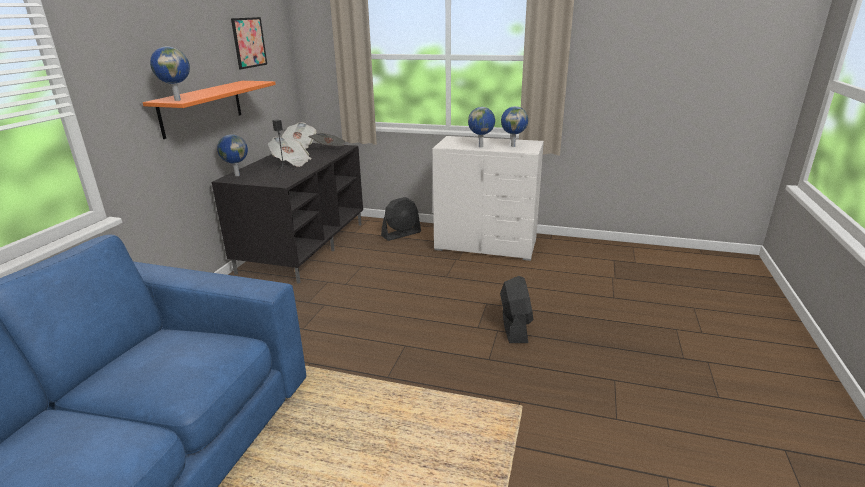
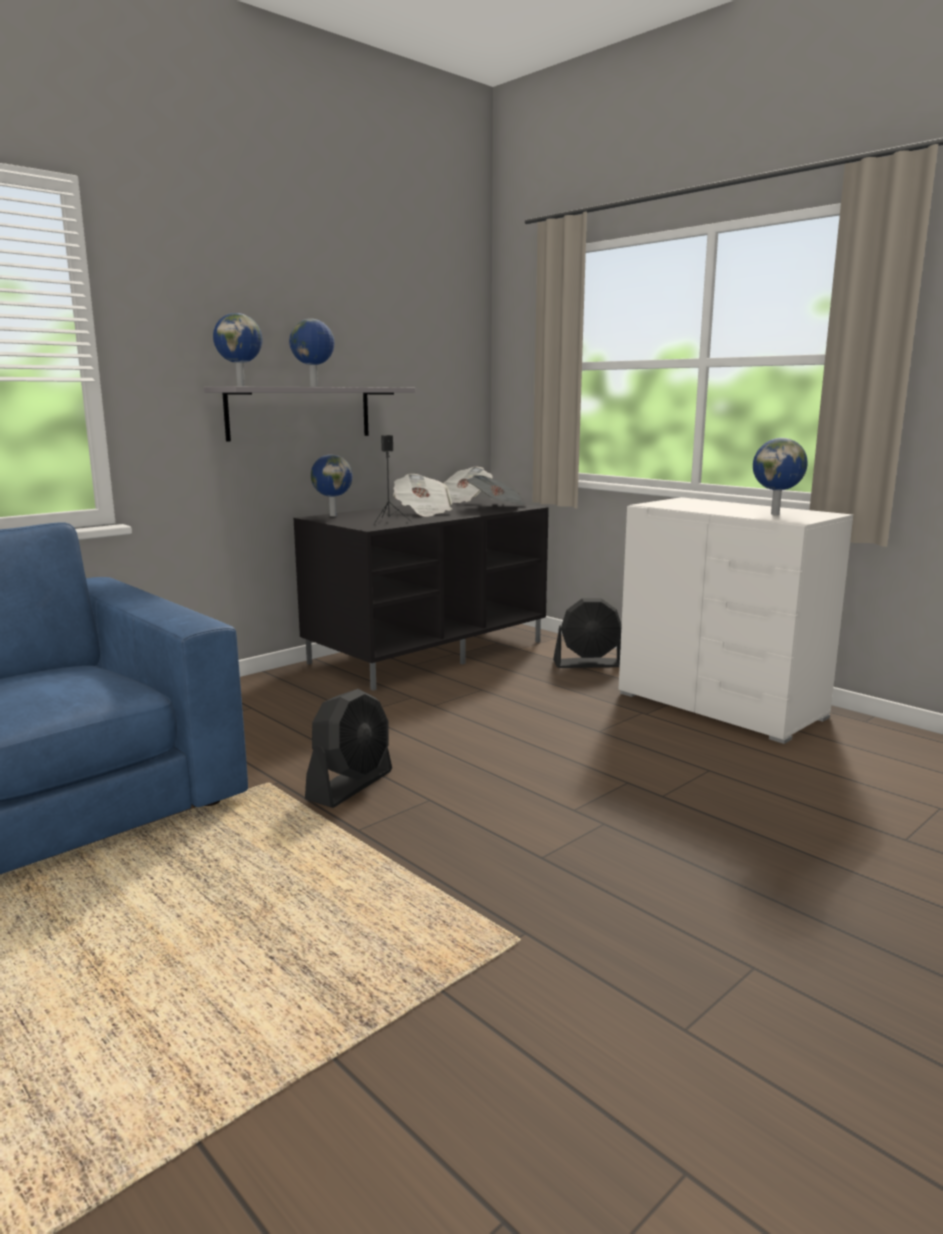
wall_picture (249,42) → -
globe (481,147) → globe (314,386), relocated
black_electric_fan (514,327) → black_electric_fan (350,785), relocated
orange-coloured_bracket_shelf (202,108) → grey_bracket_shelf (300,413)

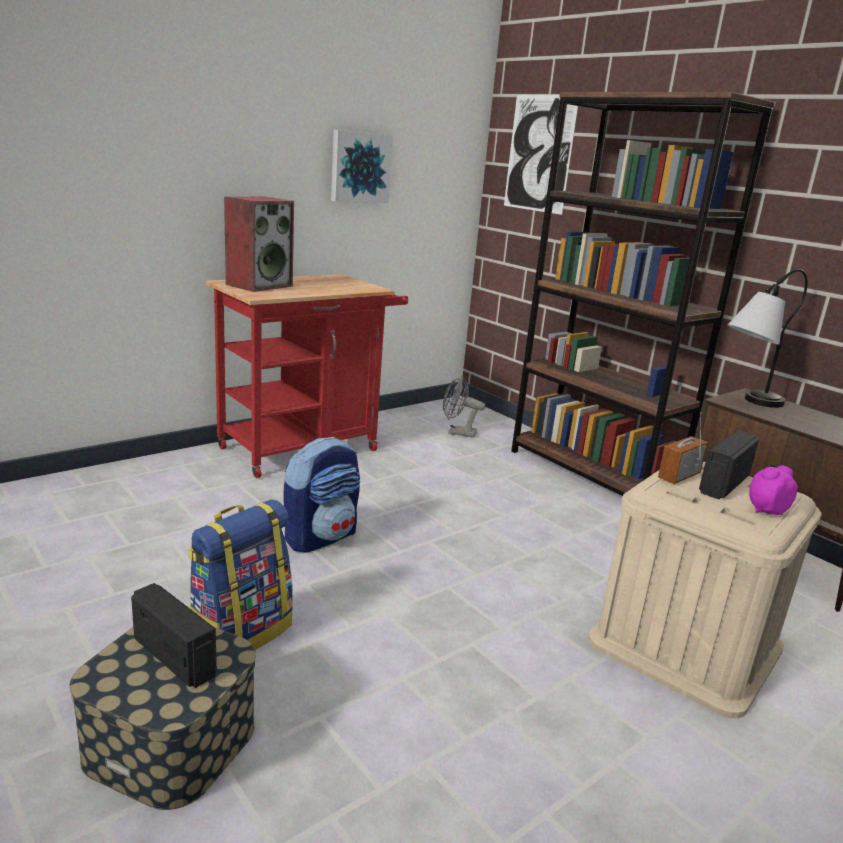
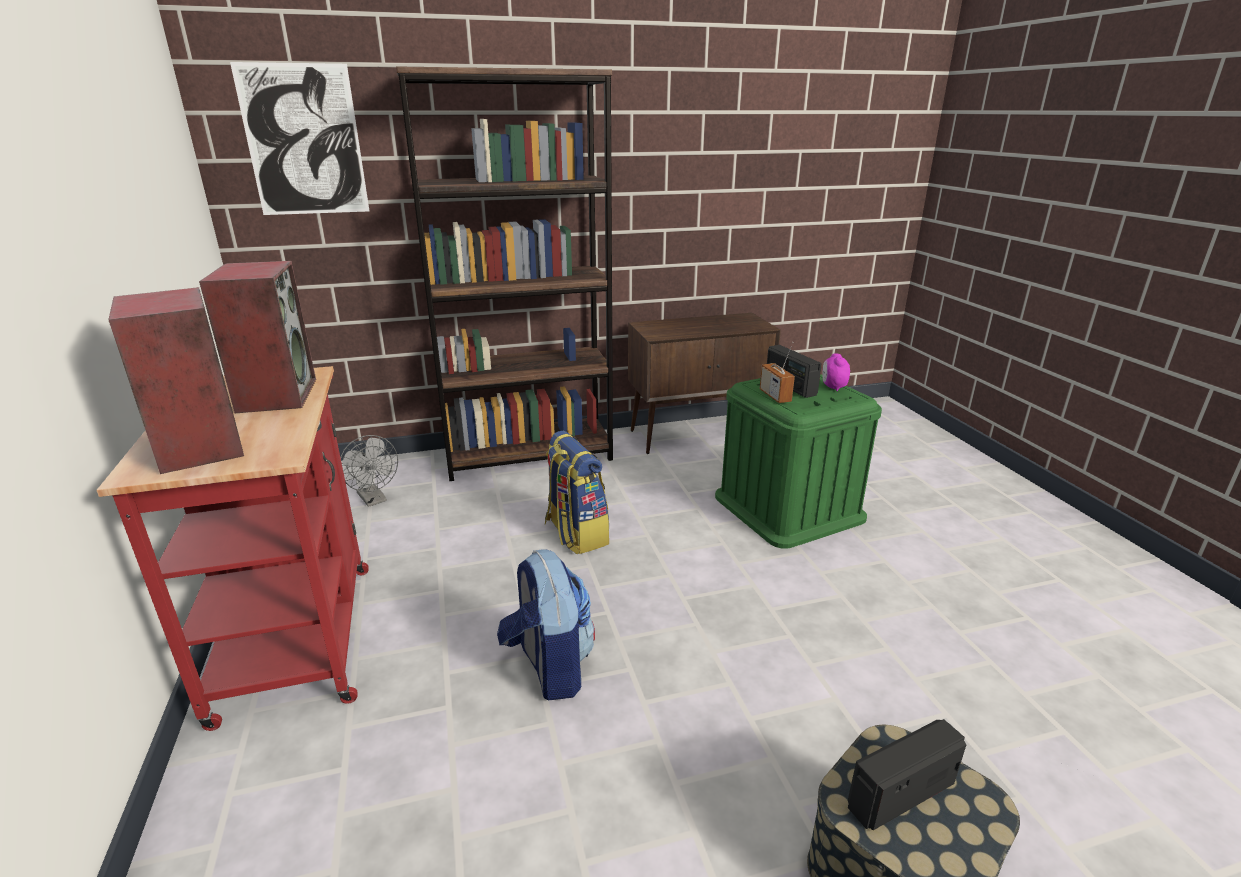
wall_picture (360,167) → -
tabletop_lamp (746,403) → -
- → speaker (276,395)
backpack (241,633) → backpack (575,534), relocated
beige-coloured_storage_bin (685,644) → green-coloured_storage_bin (788,507)
grey_electric_fan (457,432) → grey_electric_fan (374,500), 75 degrees counterclockwise

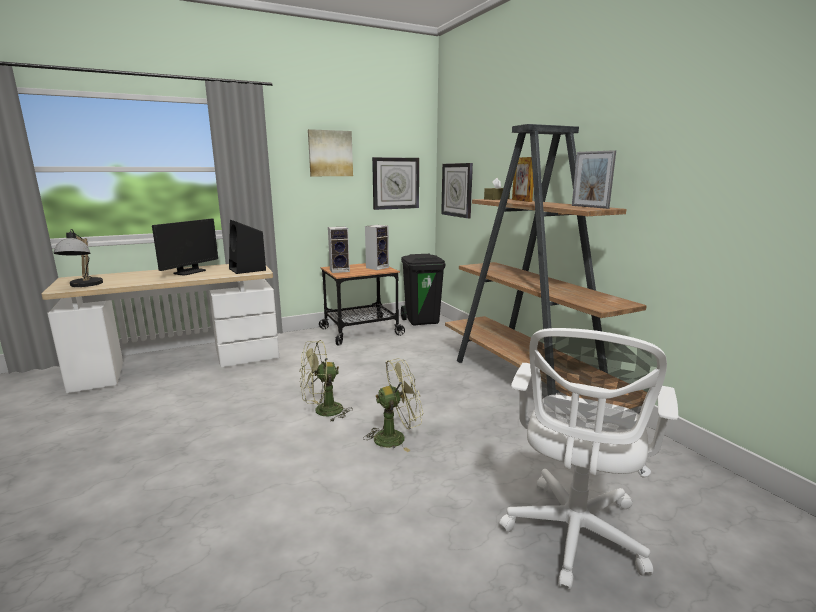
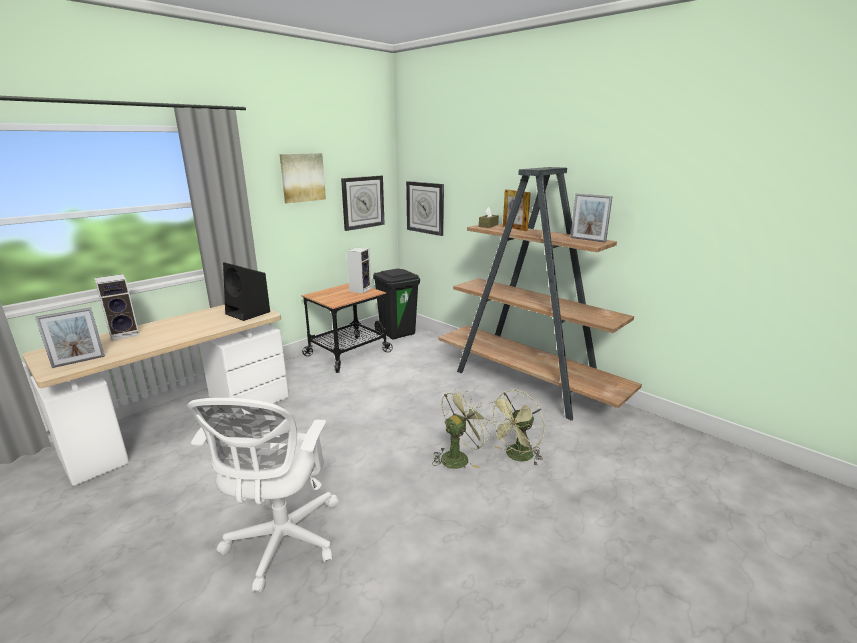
computer_display (189,272) → -
green-coloured_electric_fan (322,412) → green-coloured_electric_fan (516,457), relocated
speaker (340,270) → speaker (125,334), relocated
white_computer_chair (573,536) → white_computer_chair (281,543), relocated
tabletop_lamp (84,285) → picture_frame (79,361)

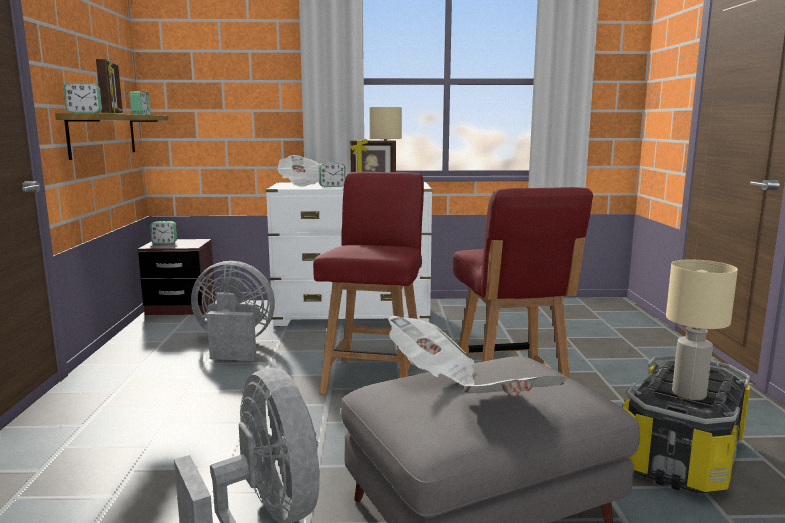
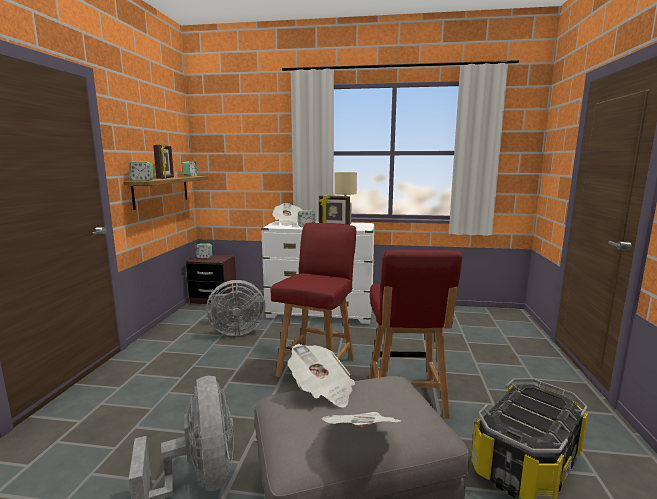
beige-coloured_tabletop_lamp (689,394) → -
grey_electric_fan (234,346) → grey_electric_fan (235,331), 150 degrees clockwise

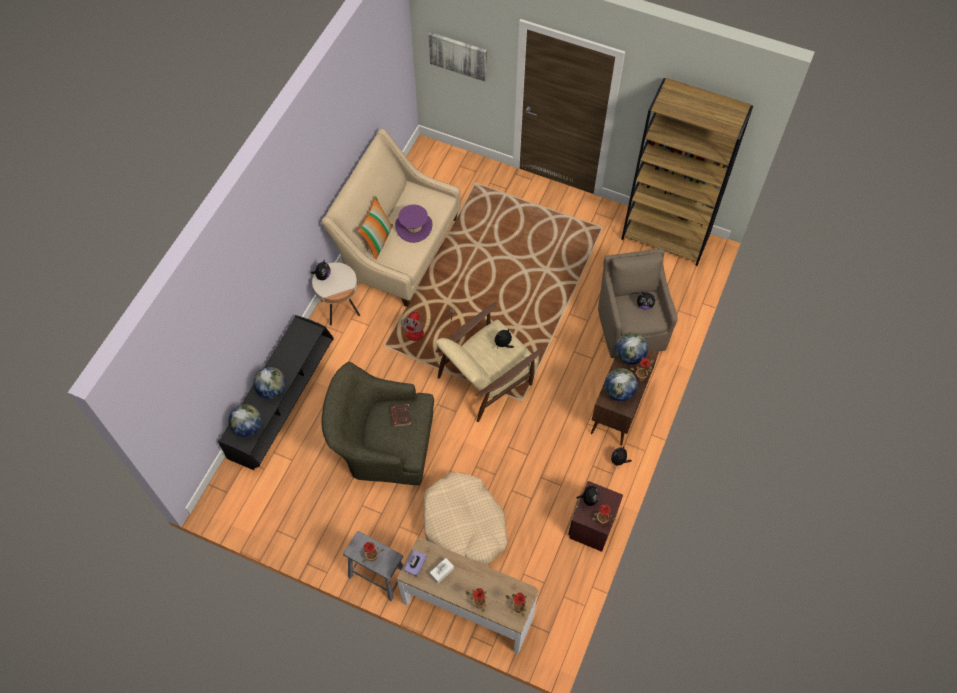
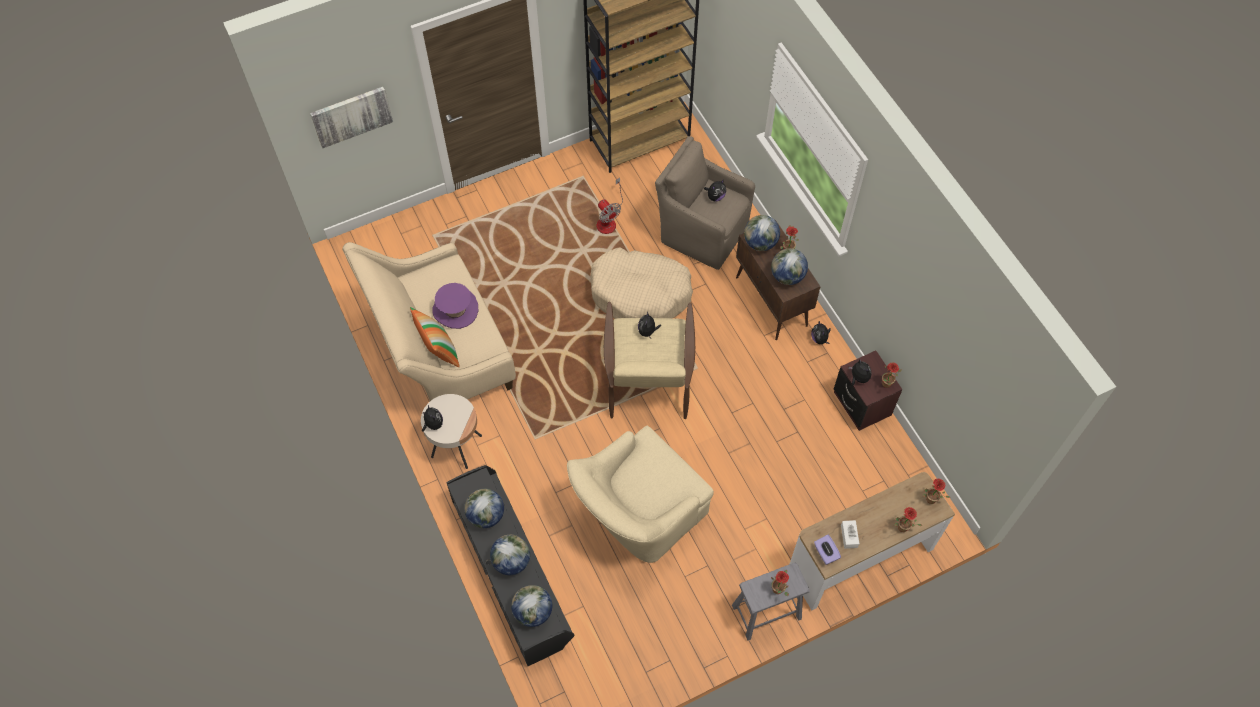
brown-coloured_volume (400,416) → -
- → globe (486,516)
electric_fan (421,331) → electric_fan (608,220), relocated
beige-coloured_pet_bed (464,525) → beige-coloured_pet_bed (640,293), relocated
green-coloured_armchair (383,444) → beige-coloured_armchair (637,513)

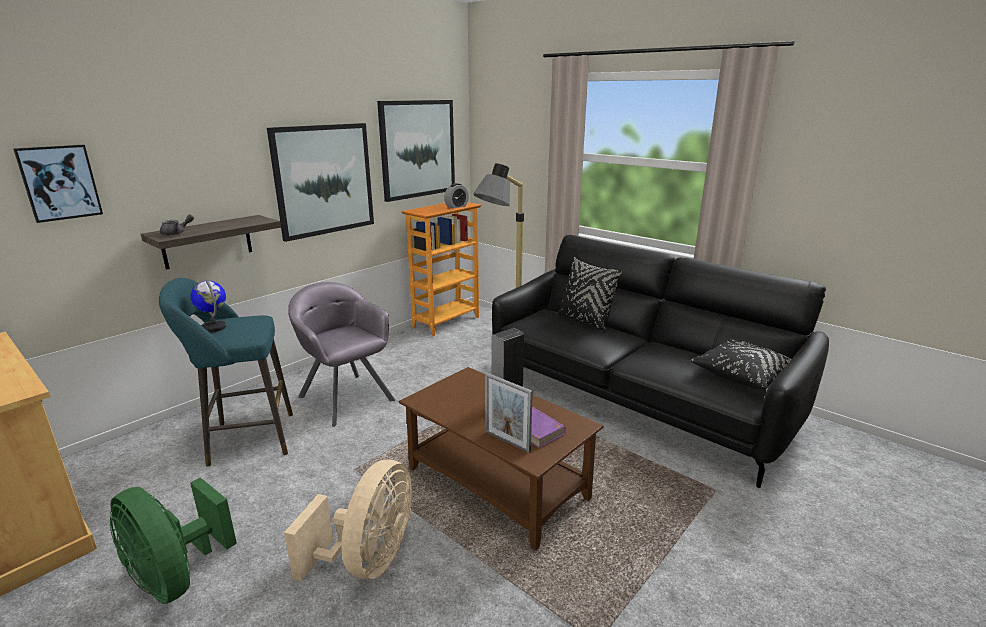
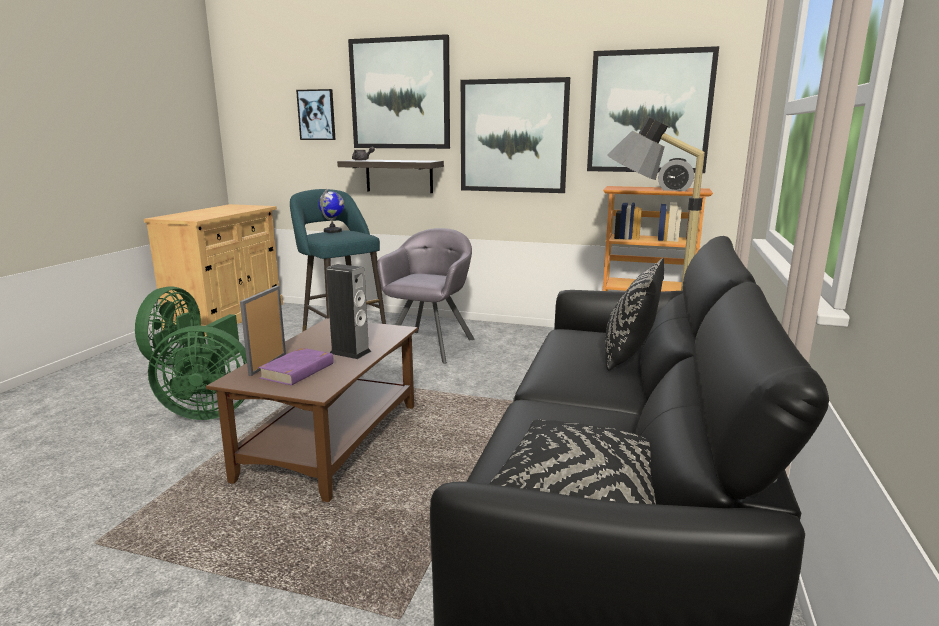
- → wall_picture (400,94)
beige-coloured_electric_fan (368,560) → green-coloured_electric_fan (207,412)

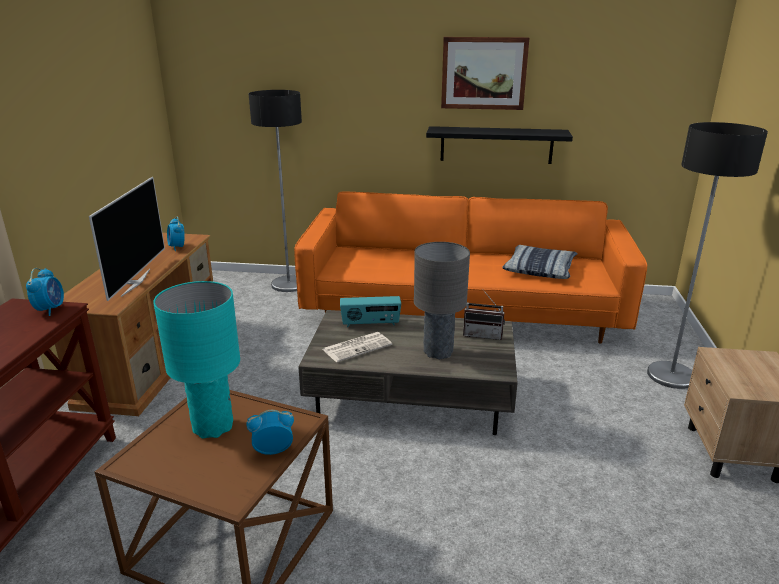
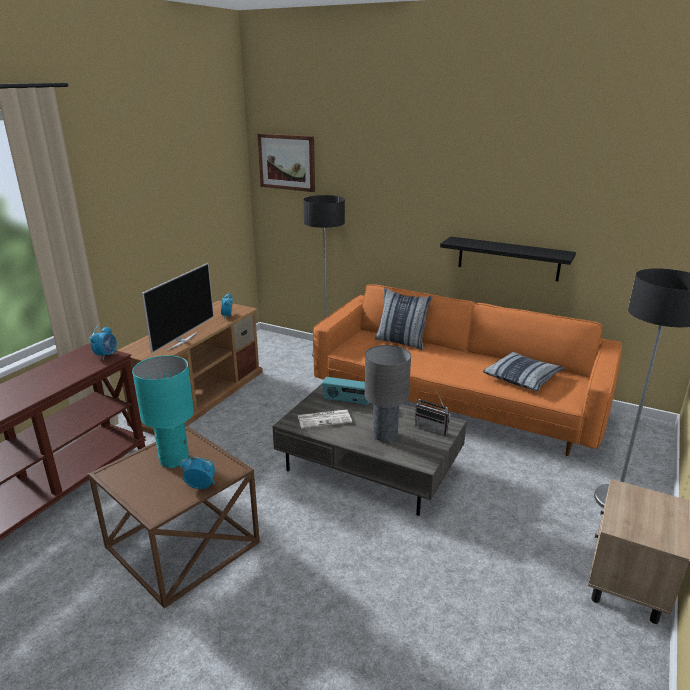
- → pillow (401,341)
wall_picture (483,73) → wall_picture (287,162), relocated

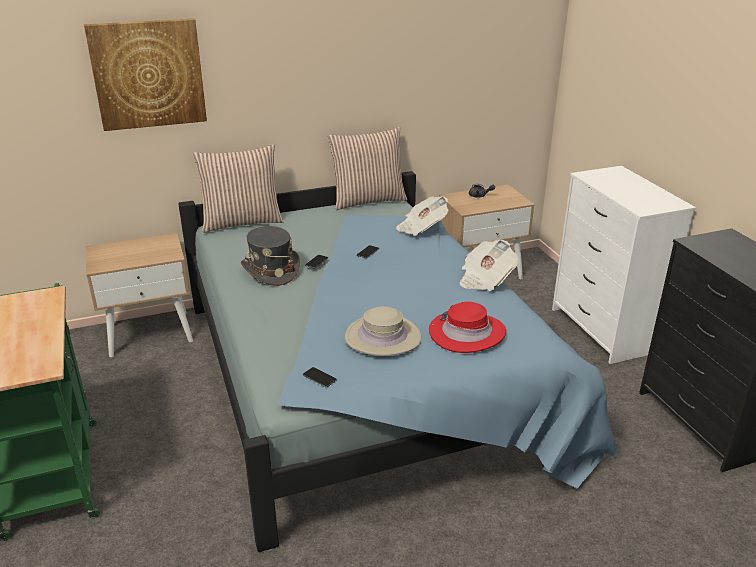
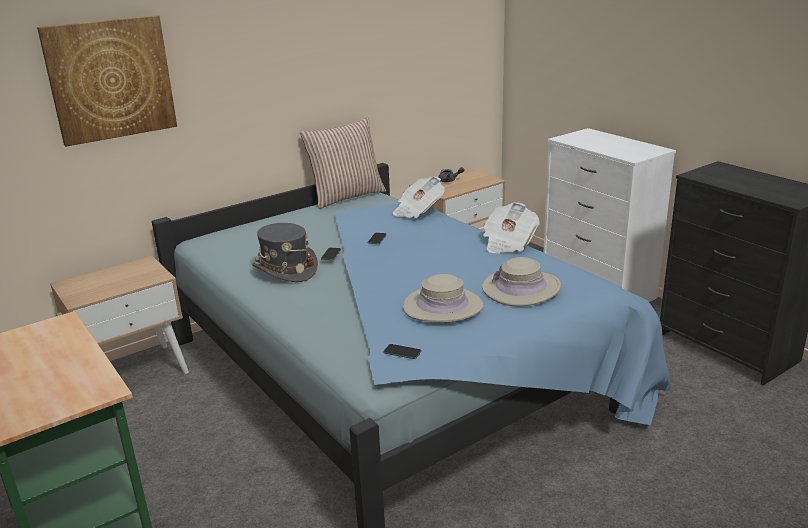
pillow (242,222) → -
reddish_wearable_hat (467,332) → beige-coloured_wearable_hat (521,289)

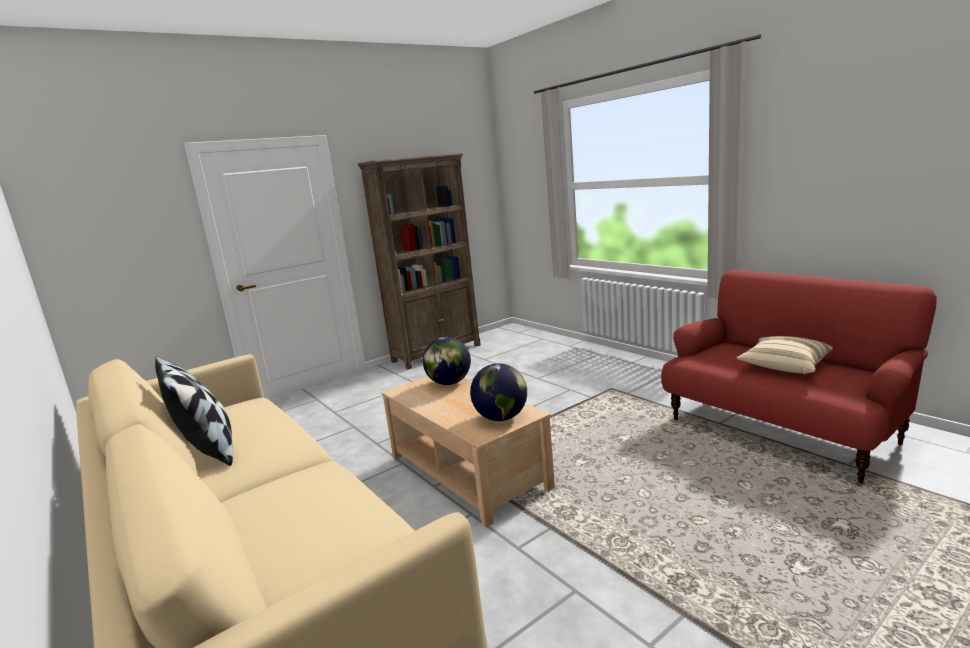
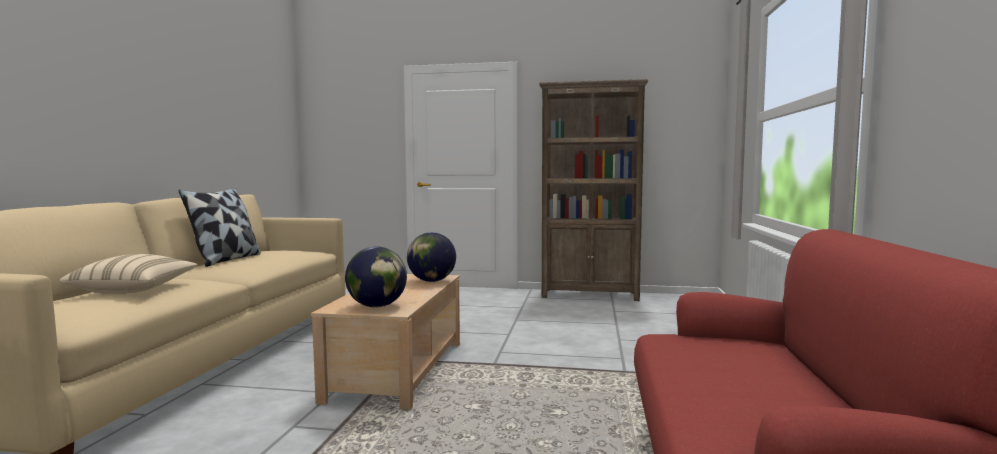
beige-coloured_pillow (784,367) → beige-coloured_pillow (135,289), relocated

